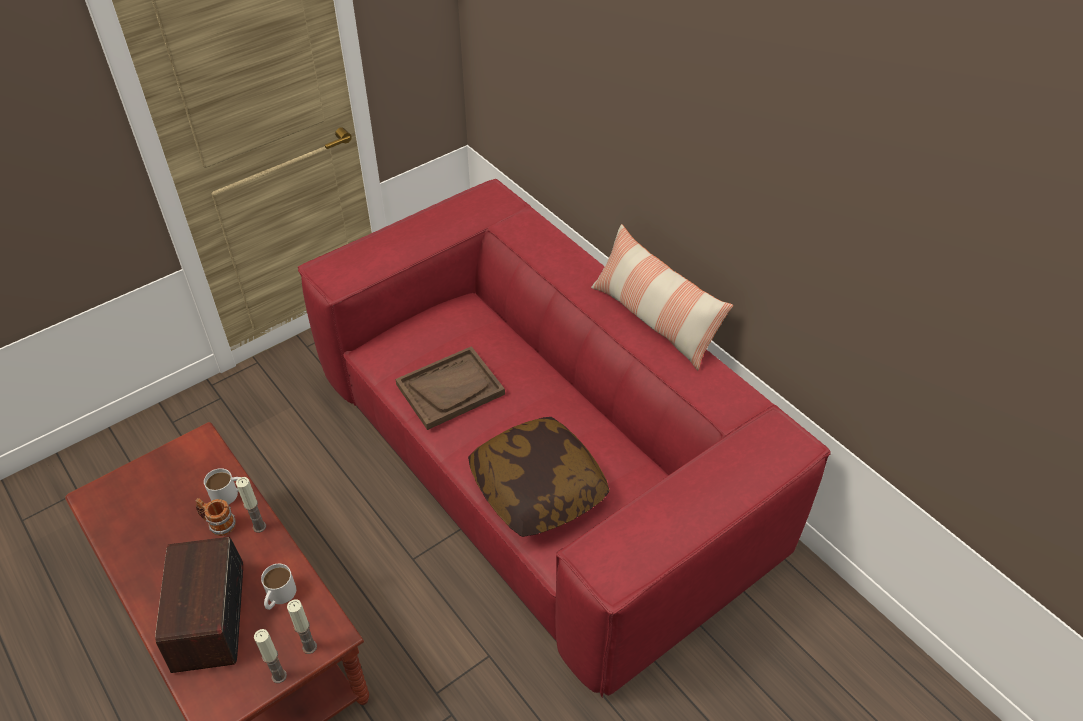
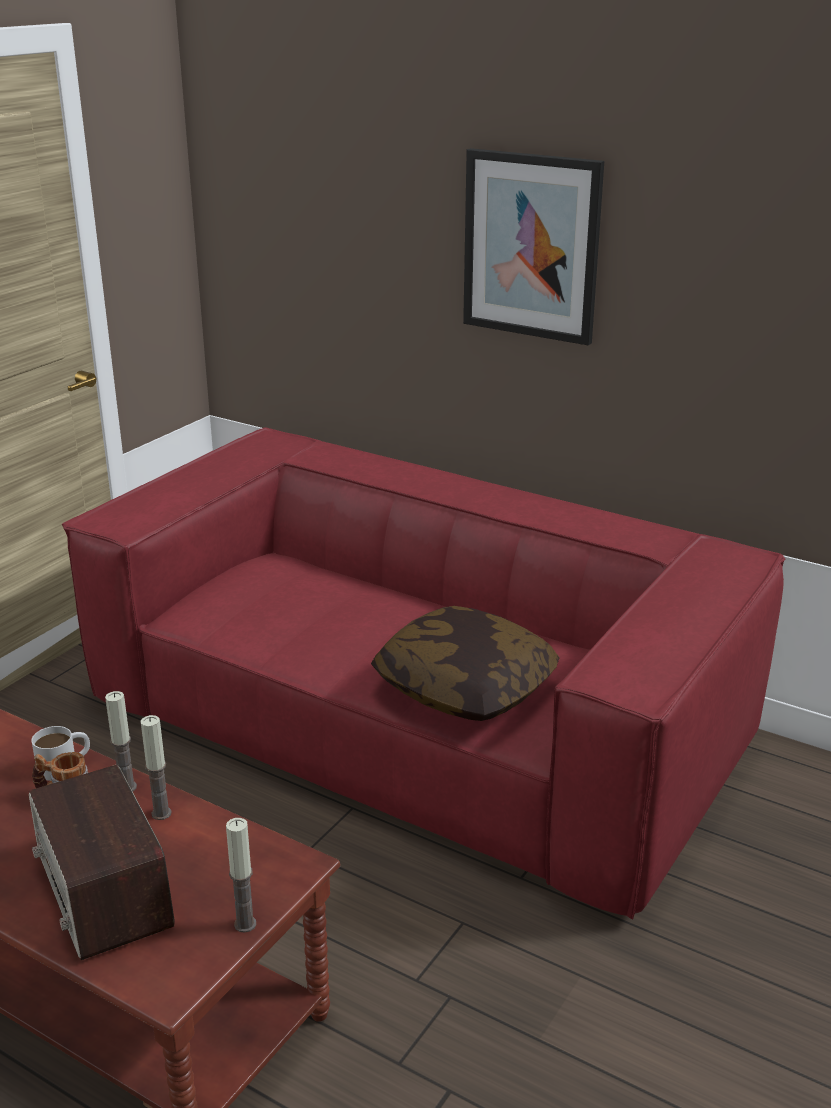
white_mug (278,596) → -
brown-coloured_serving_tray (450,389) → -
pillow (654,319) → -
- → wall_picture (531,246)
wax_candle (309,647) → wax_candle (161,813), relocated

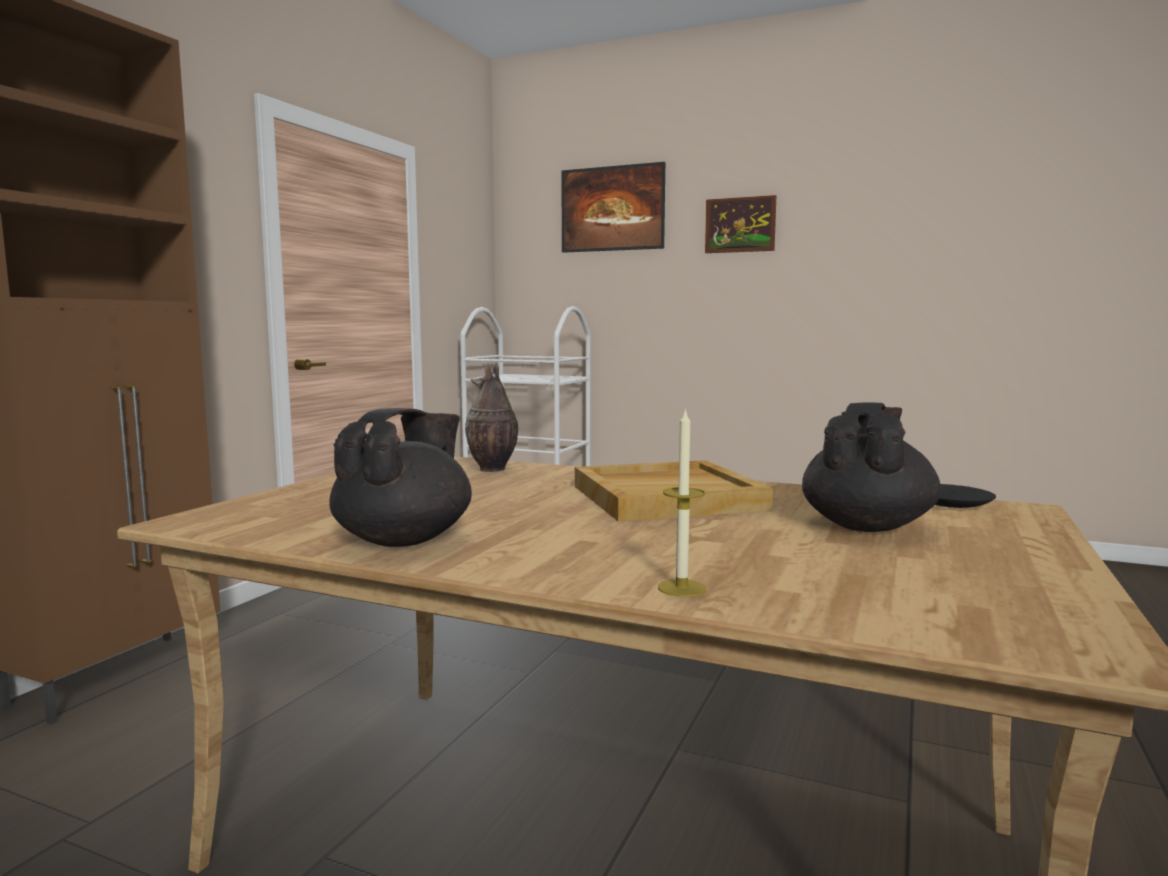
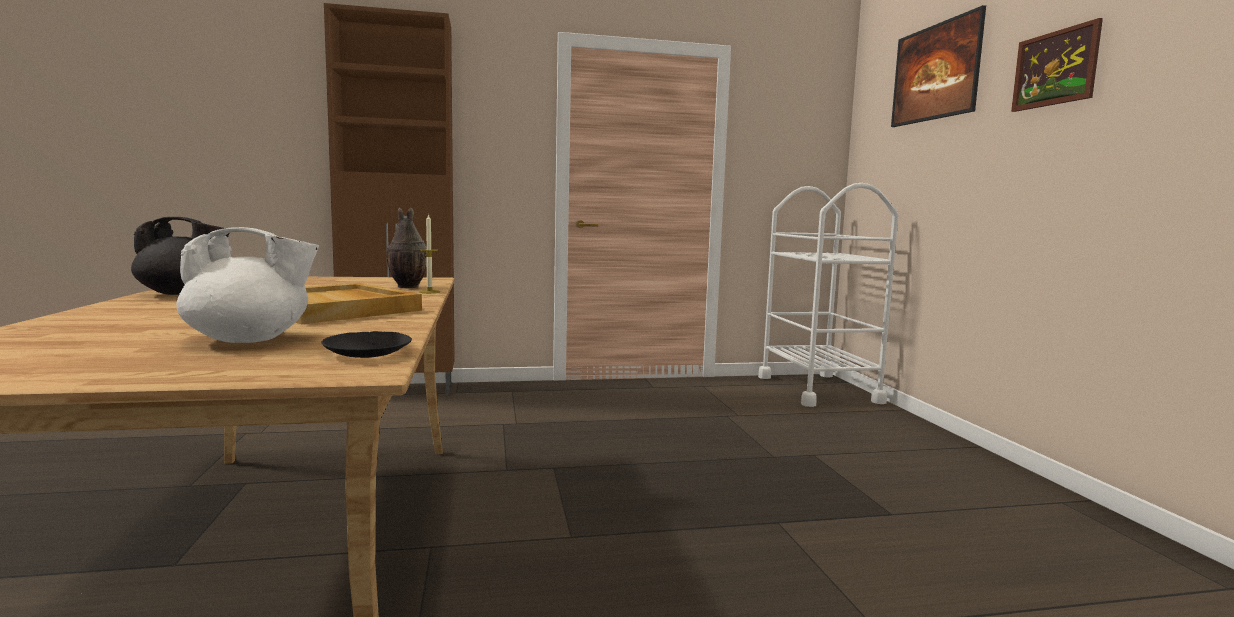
wax_candle (681,588) → wax_candle (429,292), relocated
black_pot_for_tea (866,526) → white_pot_for_tea (250,340)

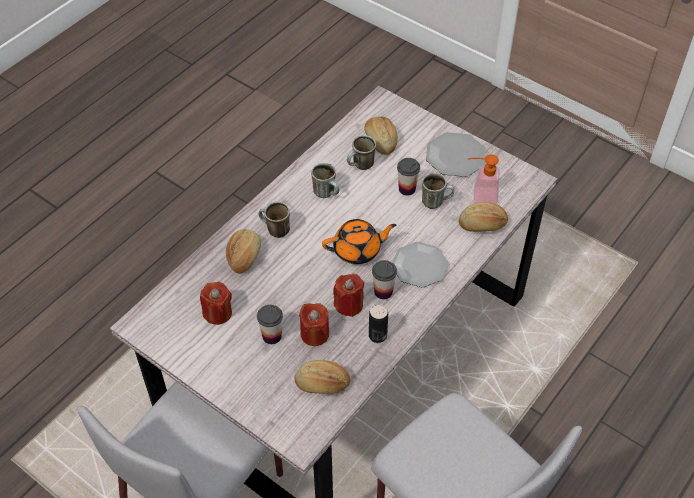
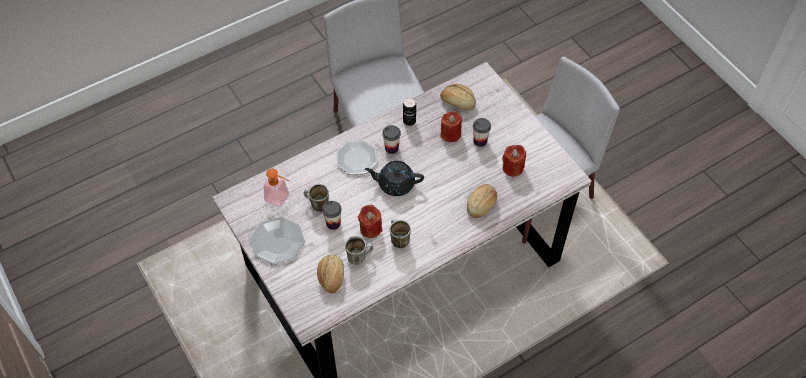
mug (274,230) → -
baked_bread (482,225) → -
reddish_wax_candle (349,305) → reddish_wax_candle (370,228), relocated
orange-coloured_pot_for_tea (358,250) → black_pot_for_tea (395,184)

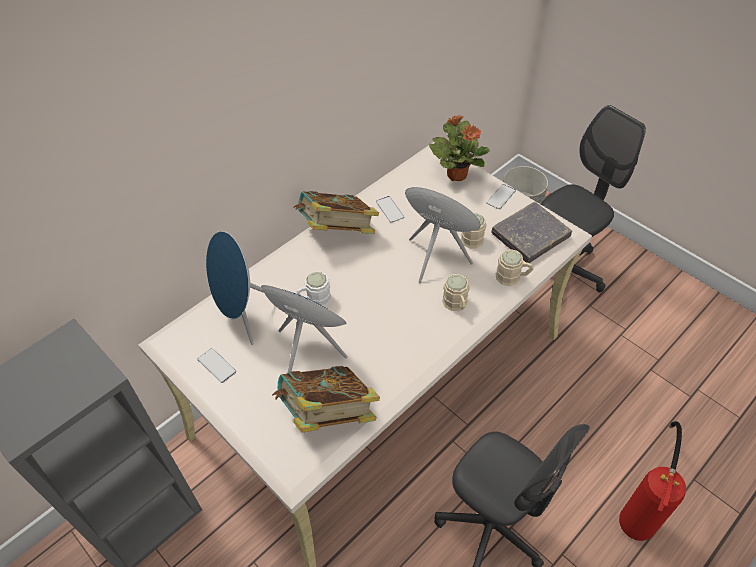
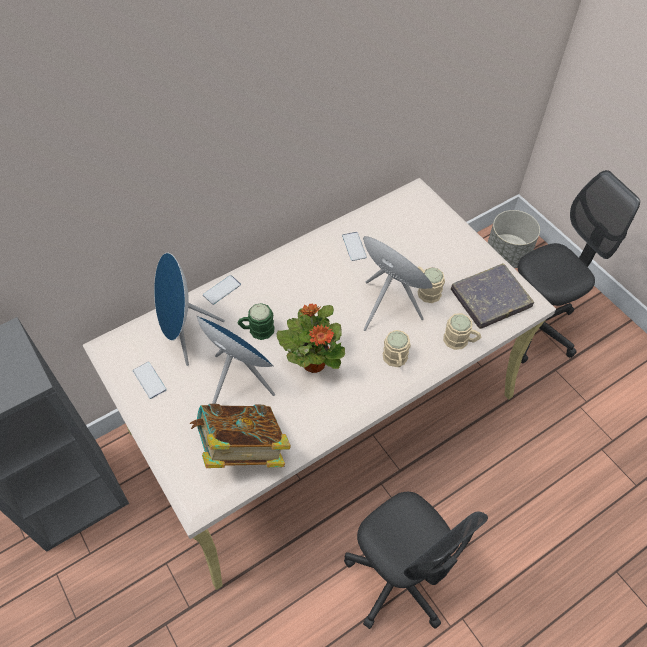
volume (337,232) → -
extinguisher (642,506) → -
houseplant (456,174) → houseplant (314,362), relocated
phone (501,197) → phone (222,290), relocated
white_mug (314,300) → green-coloured_mug (257,330)

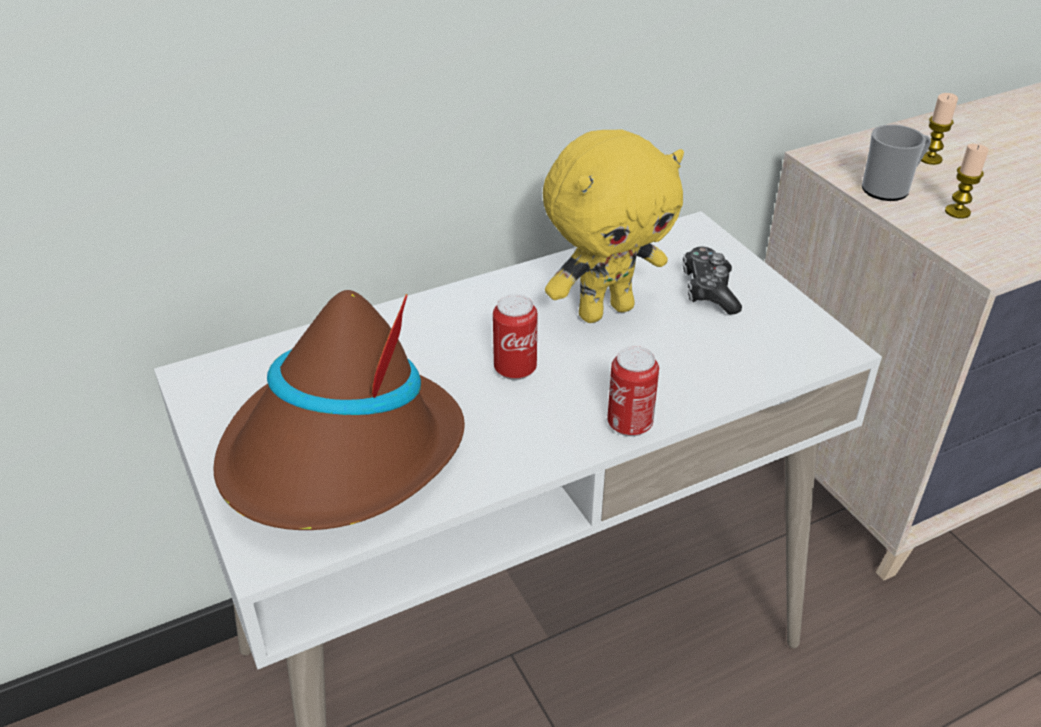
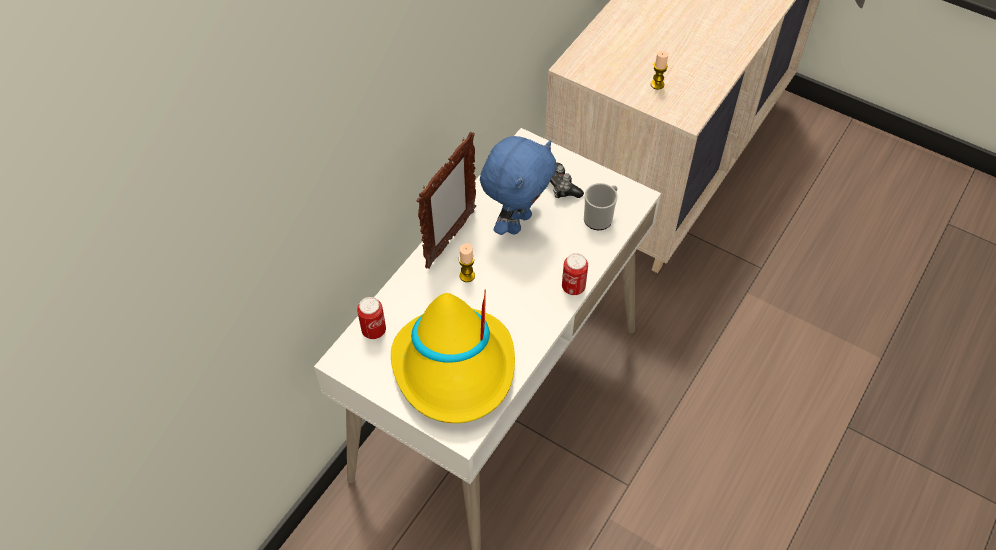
- → picture_frame (450,239)
sealed_can (515,369) → sealed_can (374,330), relocated
mug (890,189) → mug (600,217), relocated
wax_candle (930,159) → wax_candle (467,276), relocated
brown-coloured_wearable_hat (342,455) → yellowish_wearable_hat (455,368)
yellowish_plush_toy (605,310) → blue-coloured_plush_toy (517,222)

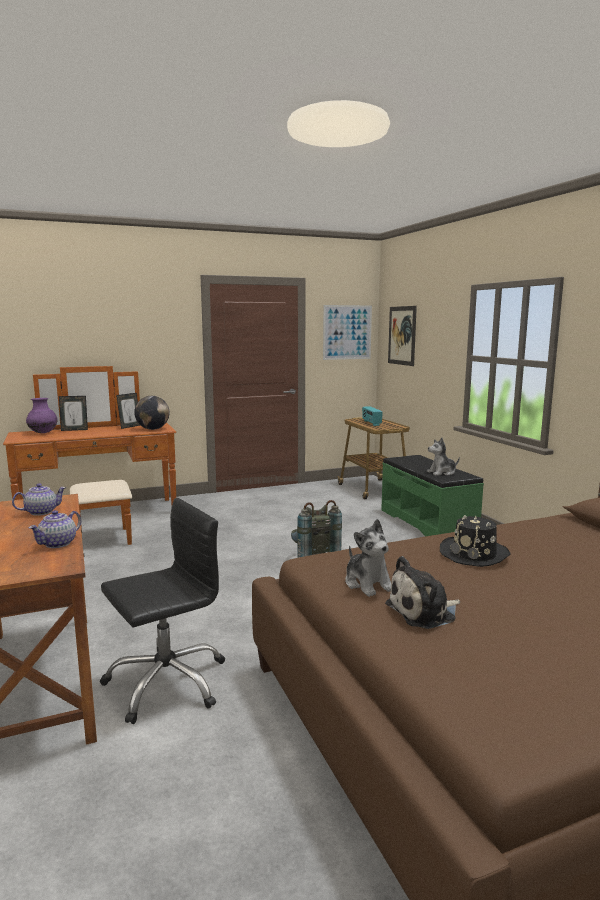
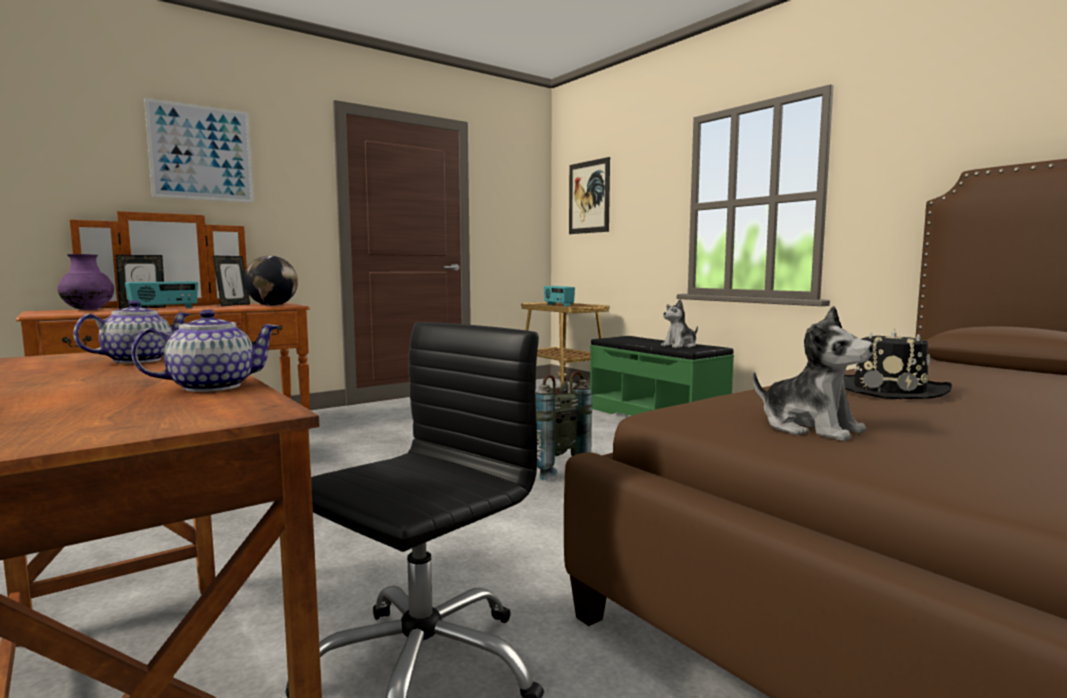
plush_toy (424,612) → -
- → radio (164,308)
wall_picture (347,332) → wall_picture (201,153), relocated
pot_for_tea (58,543) → pot_for_tea (211,386), 135 degrees counterclockwise

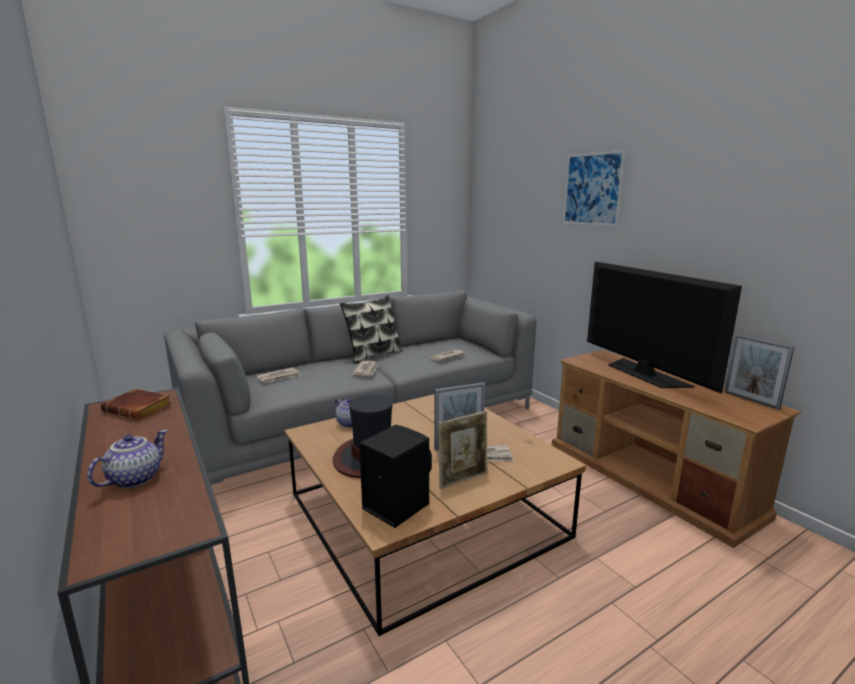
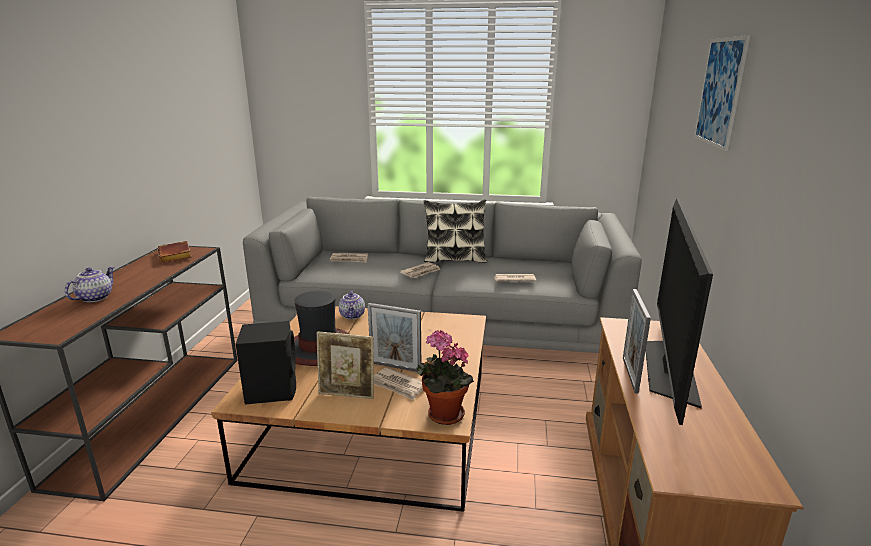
- → houseplant (442,415)
picture_frame (750,400) → picture_frame (630,374), relocated
pot_for_tea (135,478) → pot_for_tea (95,298), 45 degrees counterclockwise

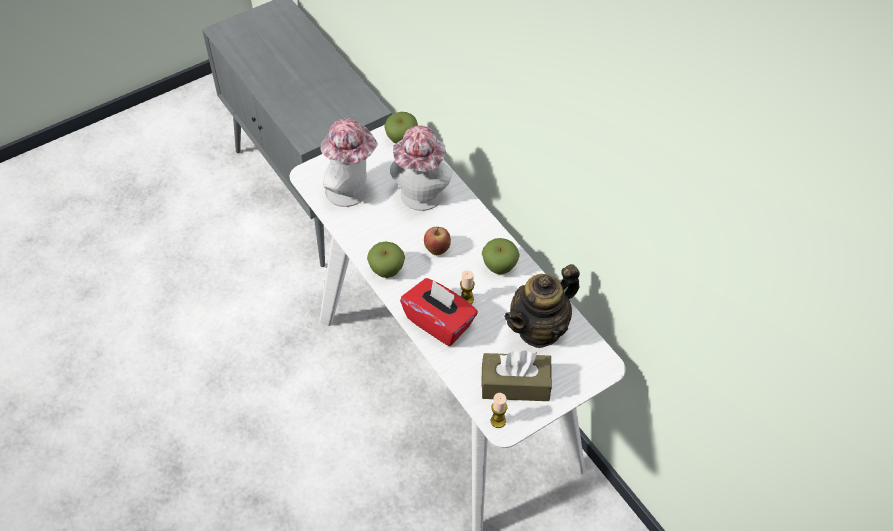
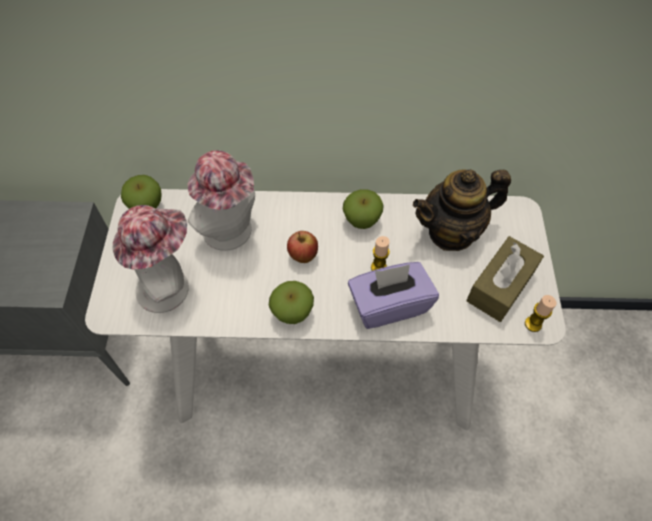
reddish_tissue_box (439,322) → purple_tissue_box (388,305)
pot_for_tea (540,329) → pot_for_tea (451,232), 75 degrees clockwise

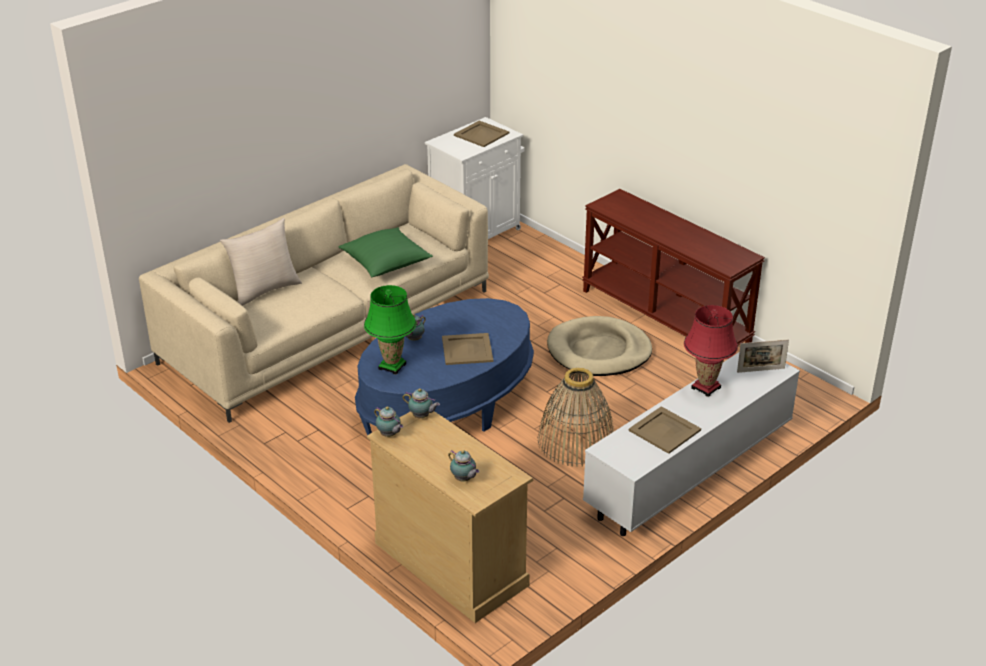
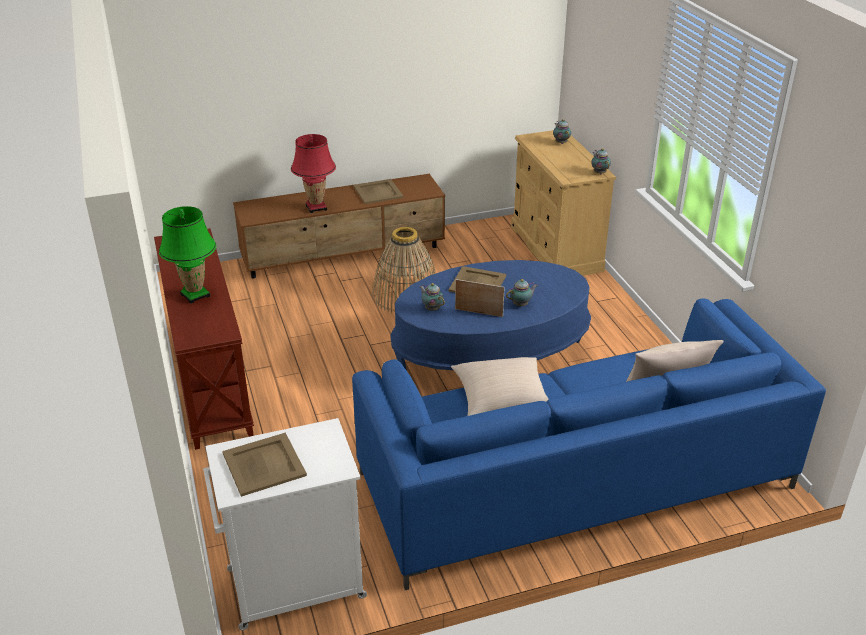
beige-coloured_pet_bed (599,351) → -
green-coloured_tabletop_lamp (392,366) → green-coloured_tabletop_lamp (195,295), relocated
pot_for_tea (422,416) → pot_for_tea (431,308), relocated
picture_frame (760,370) → picture_frame (478,313), relocated
beige-coloured_couch (328,326) → blue-coloured_couch (574,480)
green-coloured_pillow (385,263) → beige-coloured_pillow (502,401)
white_tv_stand (688,472) → brown-coloured_tv_stand (344,256)

